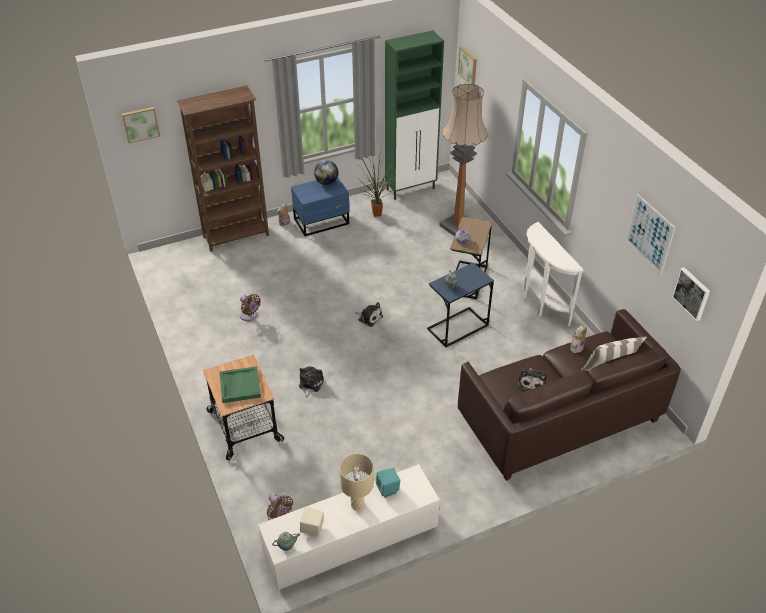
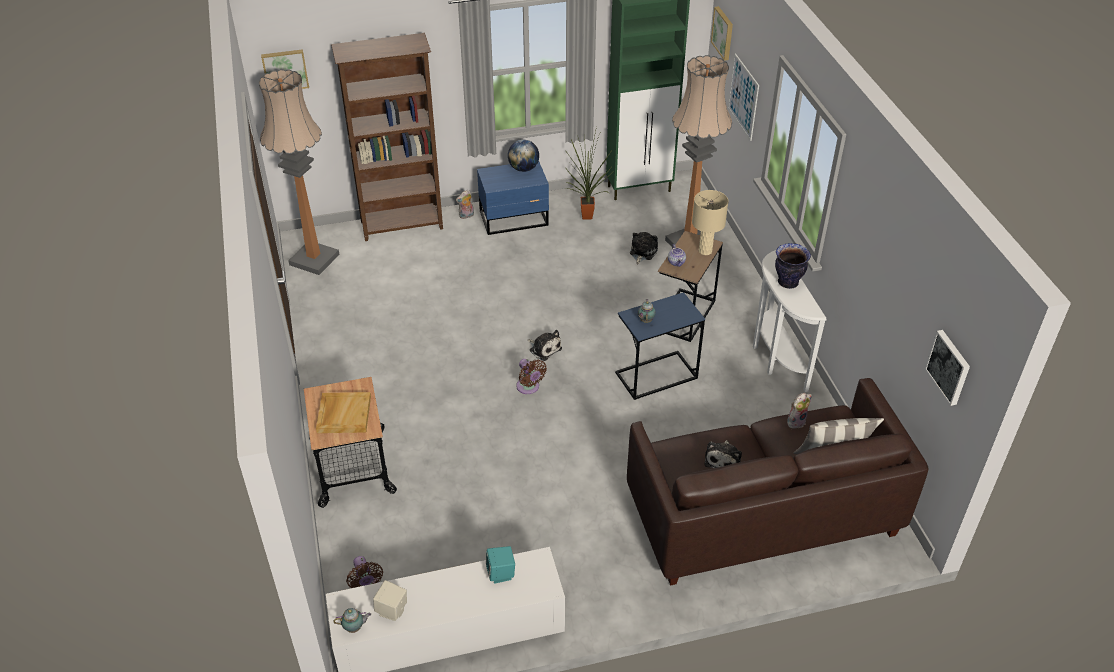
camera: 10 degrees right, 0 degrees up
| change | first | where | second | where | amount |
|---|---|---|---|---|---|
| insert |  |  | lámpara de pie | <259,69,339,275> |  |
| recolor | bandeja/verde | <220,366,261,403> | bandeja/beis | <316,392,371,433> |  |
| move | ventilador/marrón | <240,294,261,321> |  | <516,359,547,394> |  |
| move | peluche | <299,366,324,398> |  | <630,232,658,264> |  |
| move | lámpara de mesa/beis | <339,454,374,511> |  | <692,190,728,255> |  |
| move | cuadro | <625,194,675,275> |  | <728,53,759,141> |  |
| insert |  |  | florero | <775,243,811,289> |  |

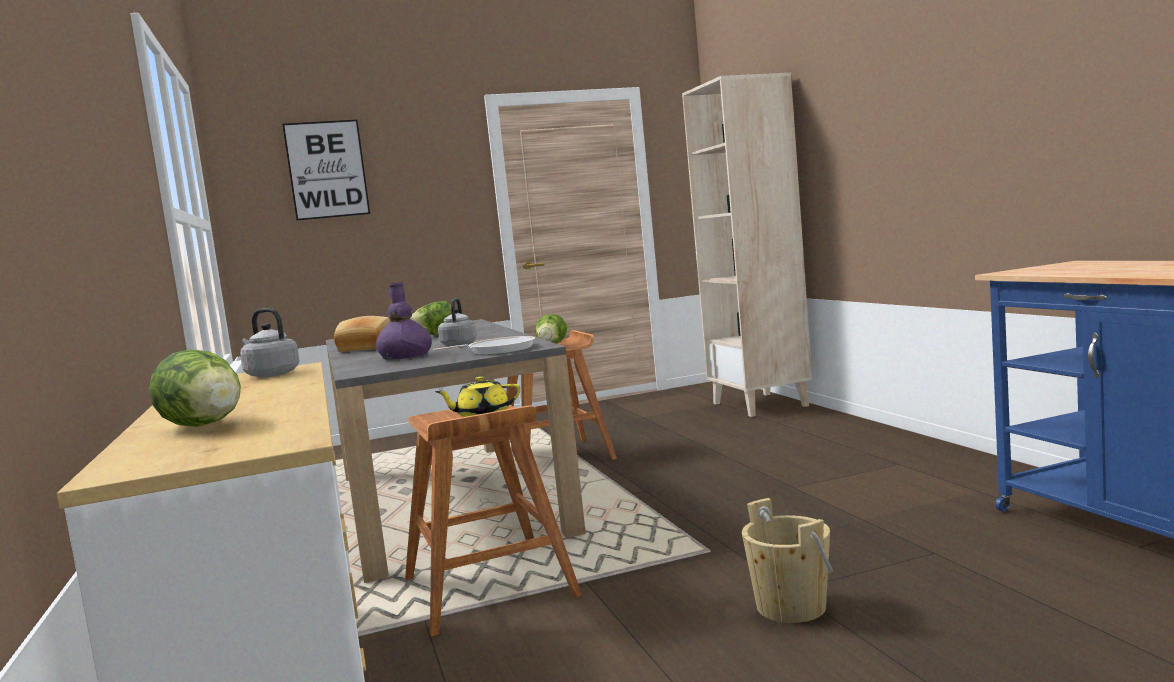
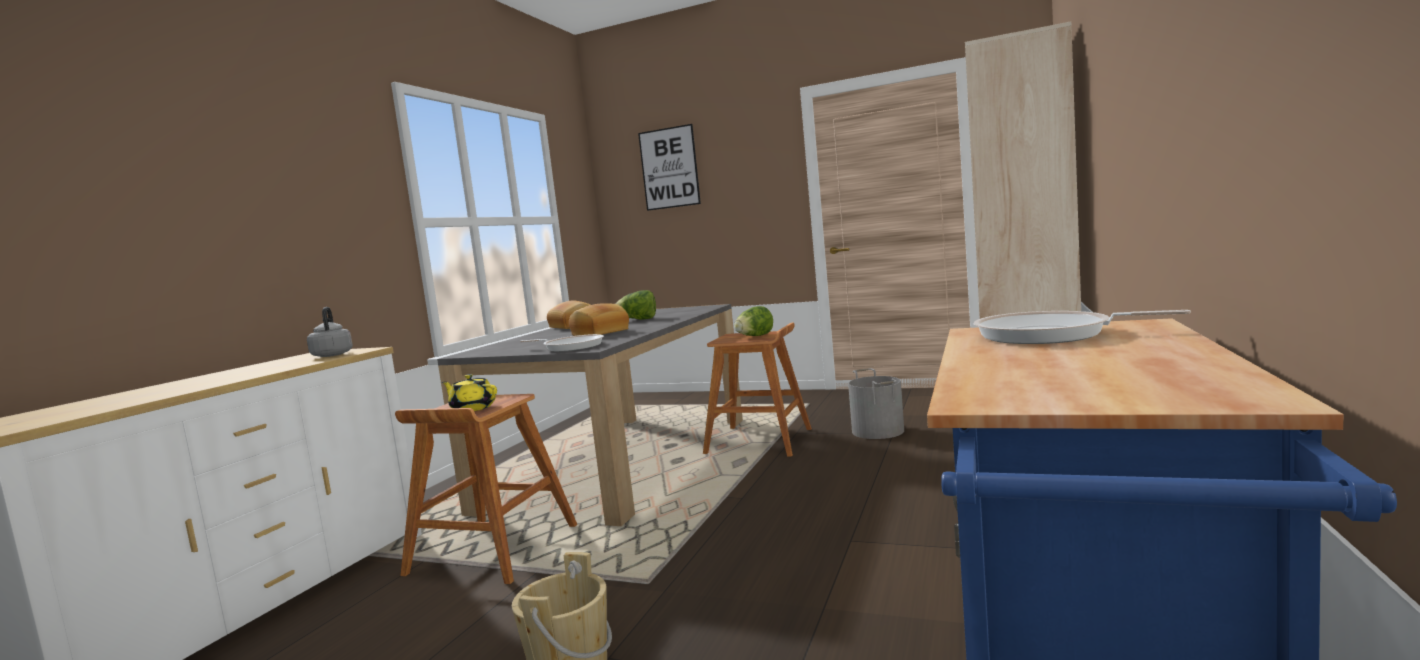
camera: 40 degrees right, 0 degrees up
| change | first | where | second | where | amount |
|---|---|---|---|---|---|
| replace | hervidor/gris | <438,298,477,346> | pan | <569,303,629,336> |  |
| insert |  |  | cubo/gris | <848,368,904,439> |  |
| insert |  |  | sartén | <974,310,1191,344> |  |
| delete | lechuga | <149,349,241,427> |  |  |  |
| delete | florero/morado | <376,282,432,360> |  |  |  |

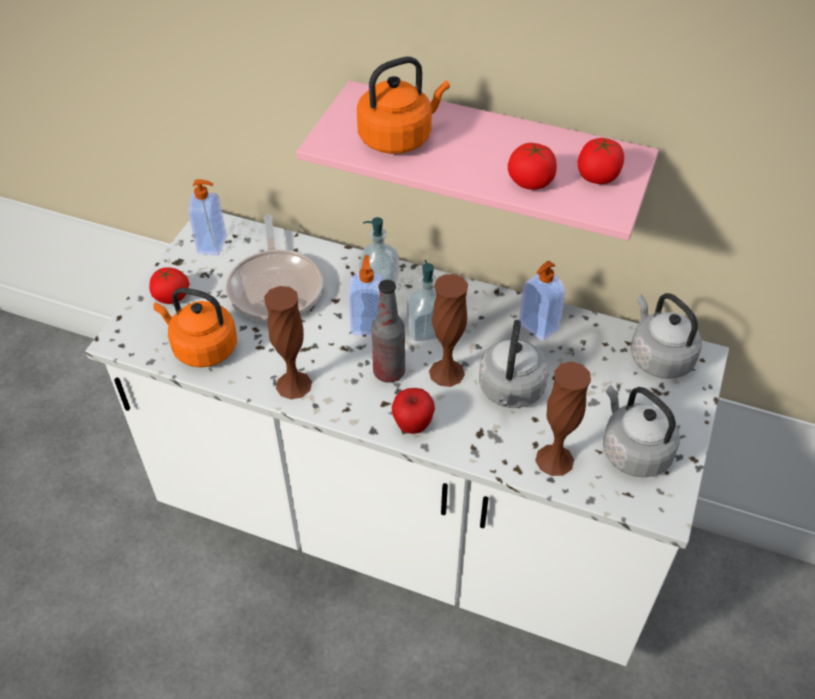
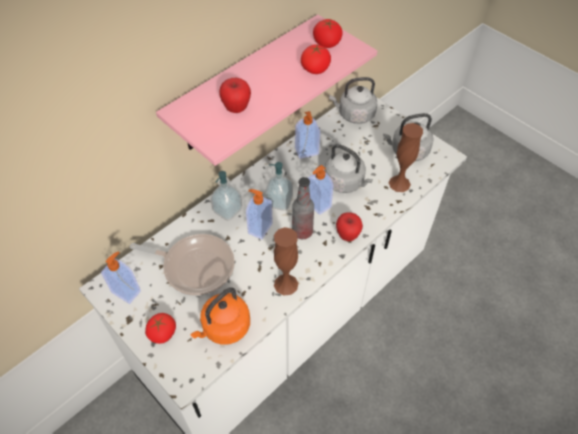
camera: 65 degrees left, 5 degrees up
| change | first | where | second | where | amount |
|---|---|---|---|---|---|
| replace | hervidor/naranja | <357,57,450,154> | manzana | <219,78,251,113> |  |
| replace | florero/marrón | <429,274,468,387> | dispensador de jabón | <308,165,334,215> |  |

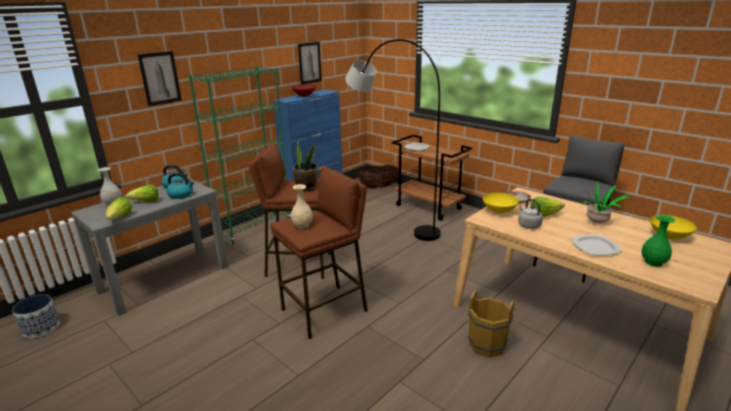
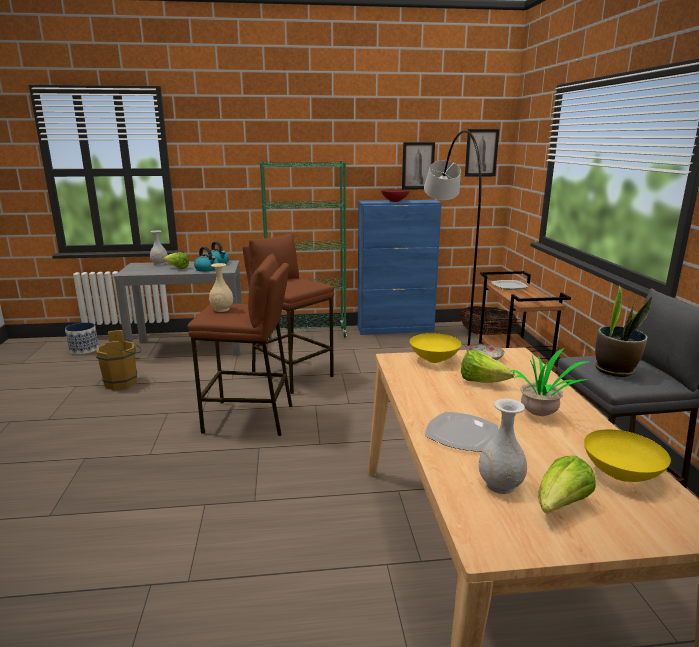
camera: 40 degrees right, 5 degrees down
| change | first | where | second | where | amount |
|---|---|---|---|---|---|
| move | cubo/marrón | <468,290,516,358> |  | <96,330,141,390> |  |
| move | cuadro | <138,51,182,106> |  | <465,129,499,177> |  |
| recolor | florero/verde | <642,215,675,267> | florero/blanco | <479,398,527,494> |  |
| move | lechuga | <106,197,132,220> |  | <538,456,596,514> |  |
| move | planta en maceta | <293,141,318,191> |  | <595,285,653,377> |  |
| delete | hervidor/gris | <518,199,543,229> |  |  |  |

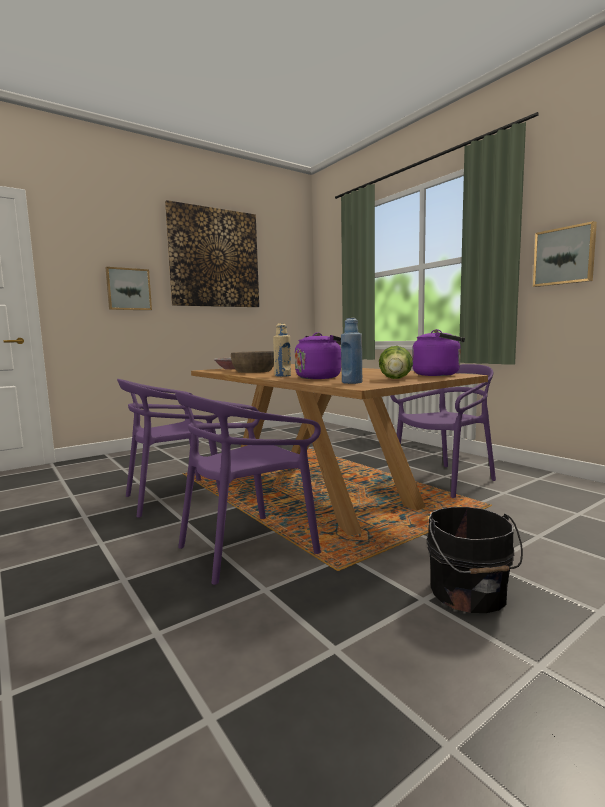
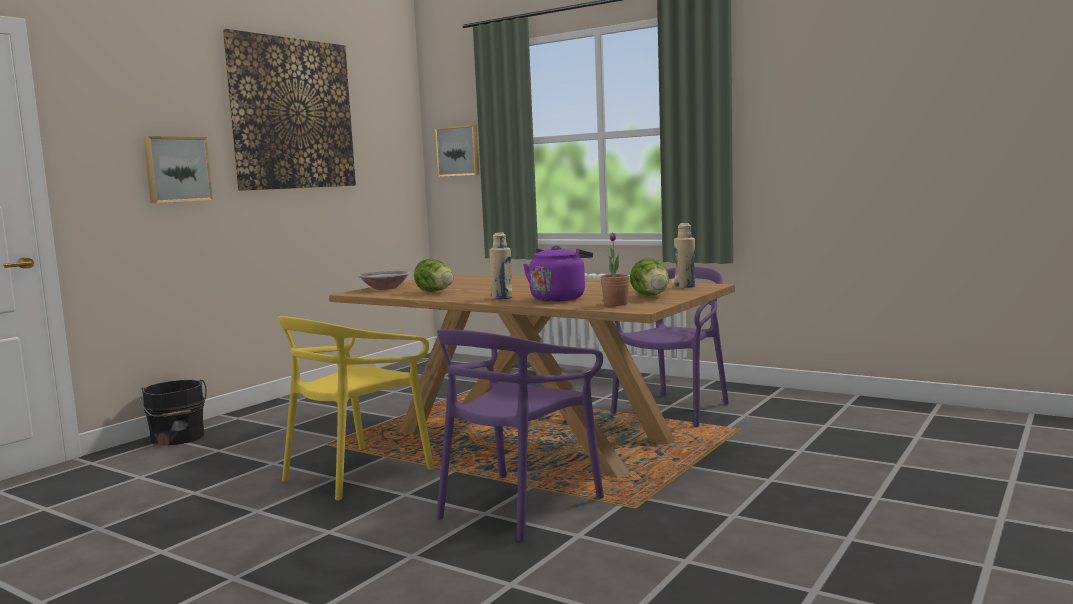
camera: 20 degrees left, 0 degrees up
| change | first | where | second | where | amount |
|---|---|---|---|---|---|
| move | cubo/negro | <427,507,523,613> |  | <139,379,206,446> |  |
| recolor | silla/morado | <117,379,220,518> | silla/amarillo | <278,316,434,501> |  |
| replace | cuenco/marrón | <231,351,274,373> | lechuga | <414,259,454,292> |  |
| move | cuadro | <533,221,597,287> |  | <435,125,479,177> |  |
| replace | botella/azul | <341,318,362,384> | planta en maceta | <601,233,629,306> |  |
| replace | hervidor/morado | <412,329,465,376> | botella/beis | <674,223,695,288> |  |

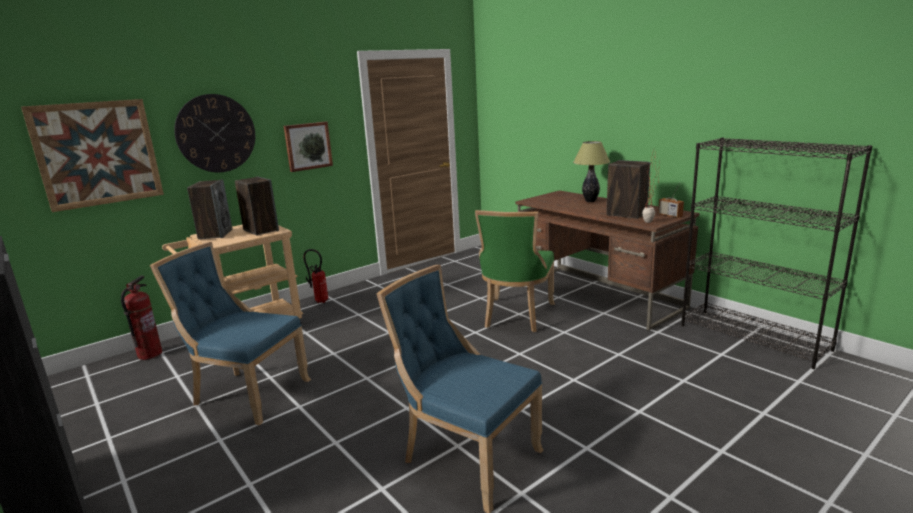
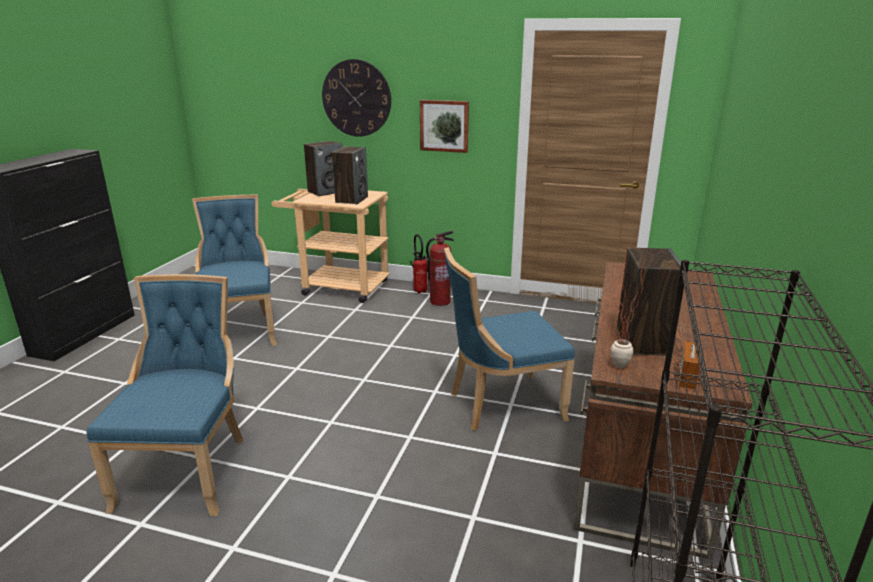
camera: 55 degrees right, 5 degrees up
| change | first | where | second | where | amount |
|---|---|---|---|---|---|
| move | extintor | <121,276,162,360> |  | <426,231,454,306> |  |
| recolor | silla/verde | <475,210,555,332> | silla/azul | <444,247,575,431> |  |
| delete | cuadro | <21,99,164,212> |  |  |  |
| delete | lámpara de mesa | <573,141,610,202> |  |  |  |

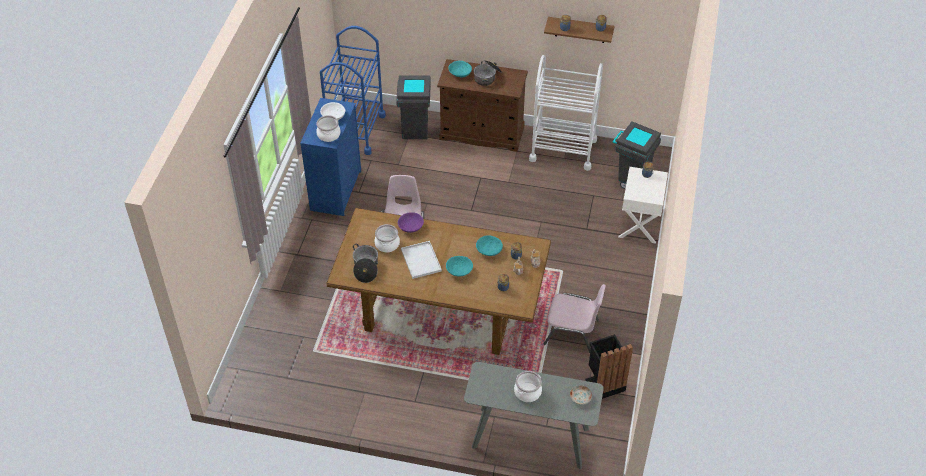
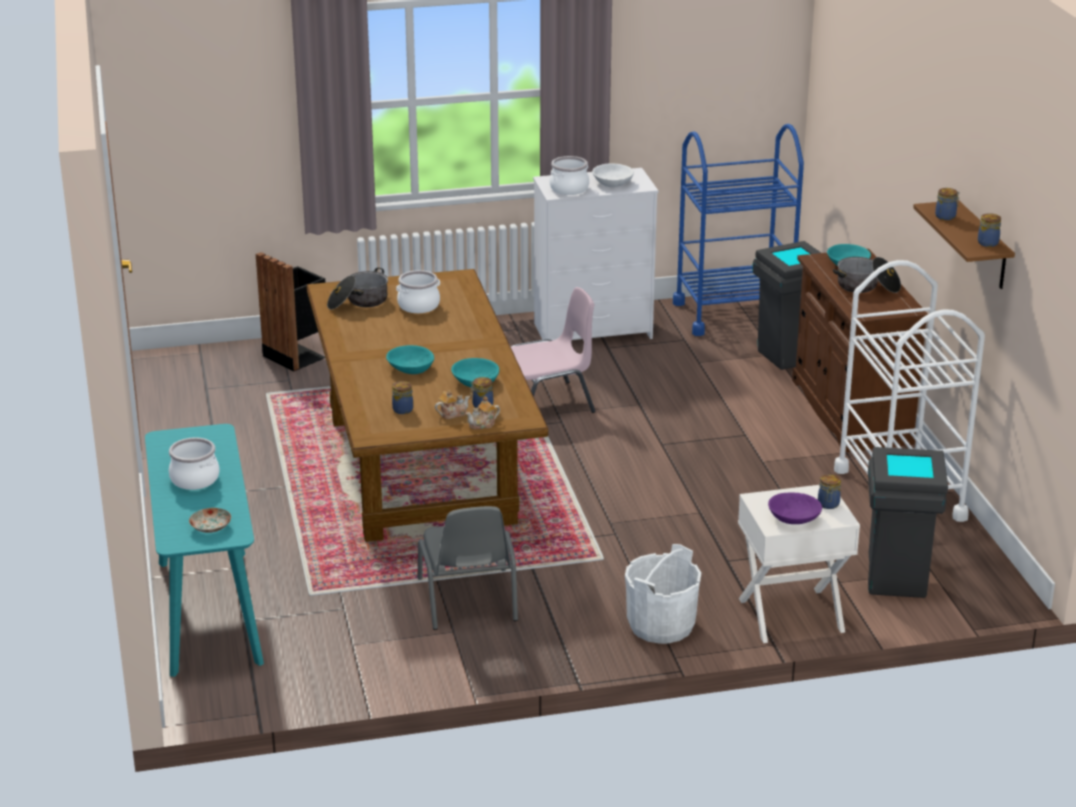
camera: 65 degrees right, 20 degrees down
| change | first | where | second | where | amount |
|---|---|---|---|---|---|
| recolor | mesa consola/gris | <464,362,604,469> | mesa consola/turquesa | <145,424,264,677> |  |
| move | papelera/negro | <585,334,633,399> |  | <256,252,325,372> |  |
| recolor | silla/rosa | <543,284,606,353> | silla/gris | <418,506,518,630> |  |
| recolor | cómoda/azul | <300,98,361,216> | cómoda/blanco | <533,168,658,341> |  |
| insert |  |  | cubo/blanco | <625,544,701,644> |  |
| move | cuenco/morado | <398,212,424,233> |  | <768,492,822,524> |  |
| delete | bandeja/blanco | <401,241,442,279> |  |  |  |

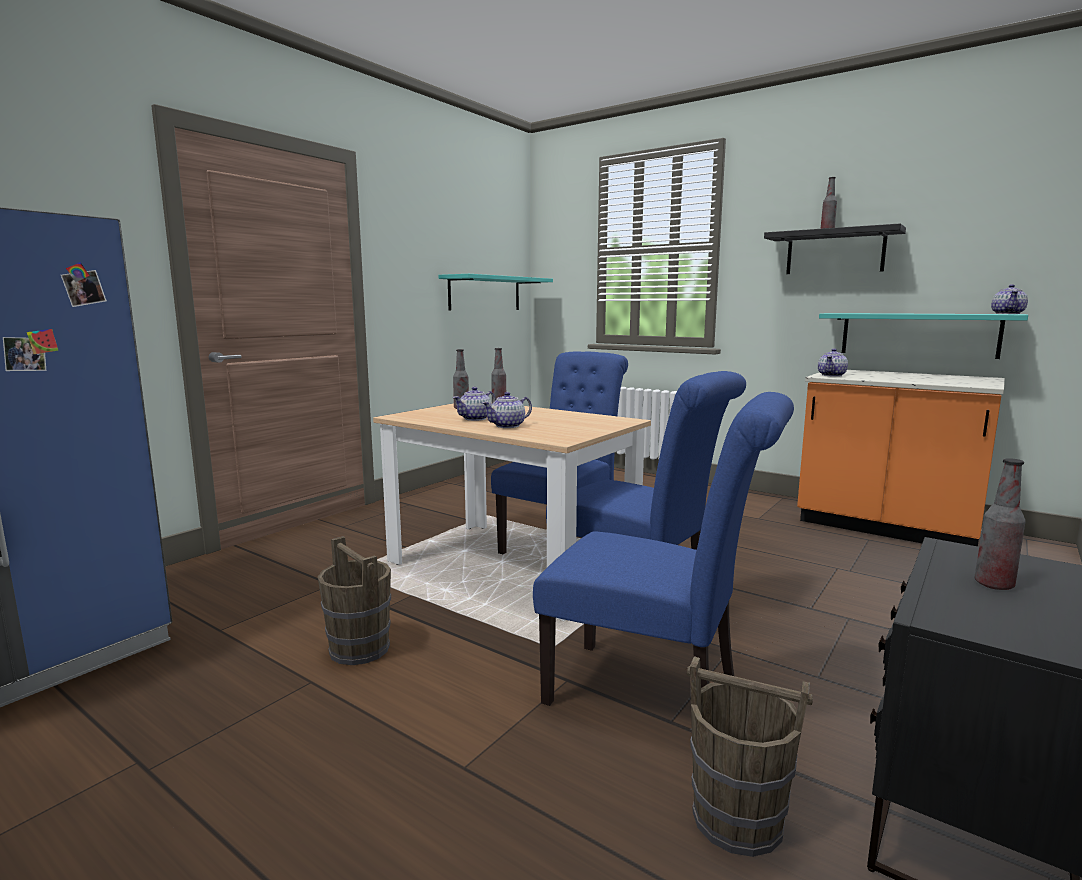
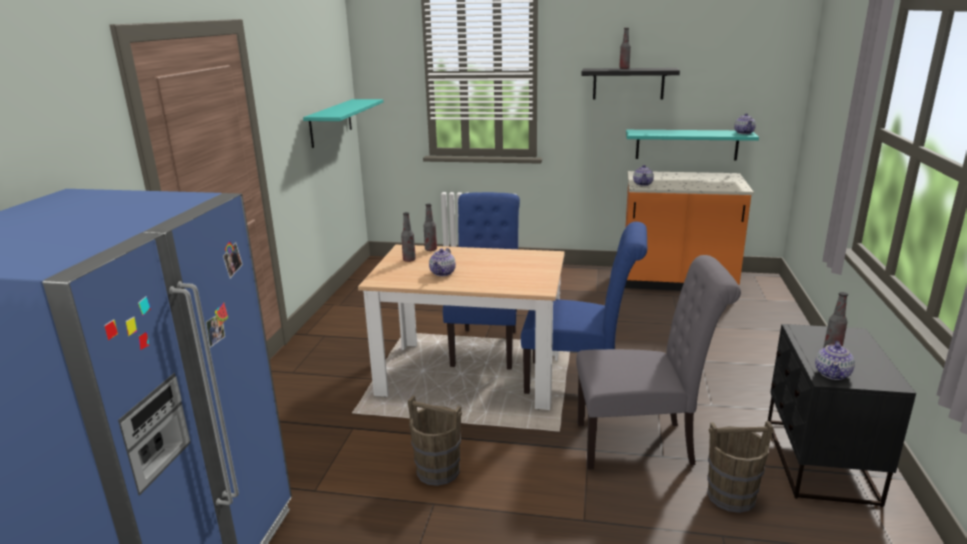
camera: 25 degrees left, 10 degrees up
| change | first | where | second | where | amount |
|---|---|---|---|---|---|
| recolor | silla/azul | <533,392,794,706> | silla/gris | <576,255,741,469> |  |
| move | tetera | <482,392,532,428> |  | <815,341,855,380> |  |

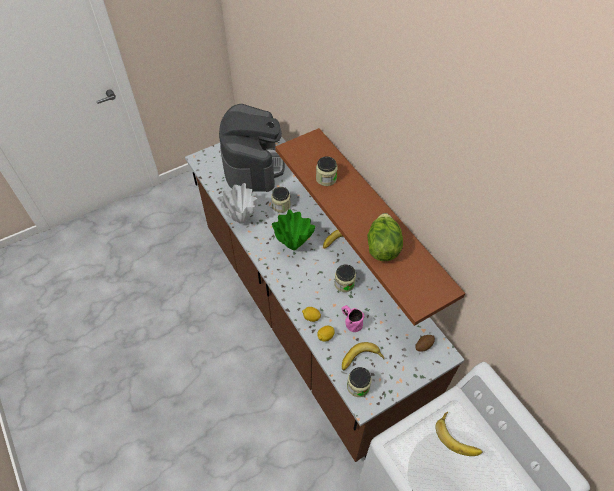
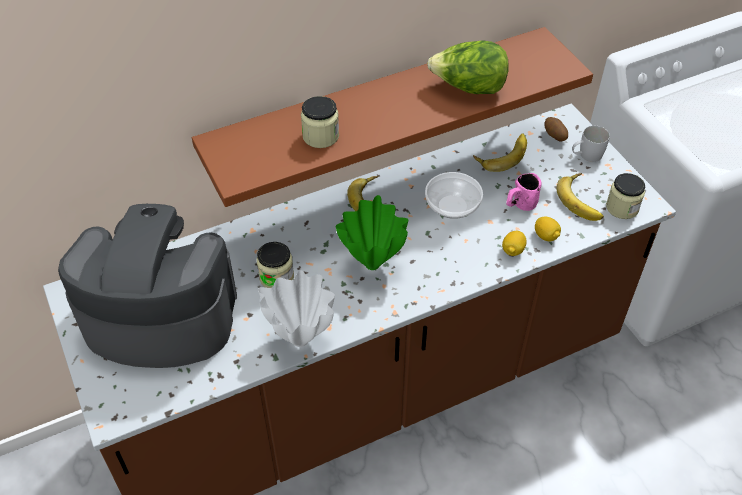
camera: 85 degrees left, 5 degrees down
| change | first | where | second | where | amount |
|---|---|---|---|---|---|
| replace | tarro | <334,265,356,292> | cuenco | <425,172,483,219> |  |
| move | plátano | <435,412,483,456> |  | <473,133,527,172> |  |
| insert |  |  | taza grande/blanco | <572,126,610,162> |  |

